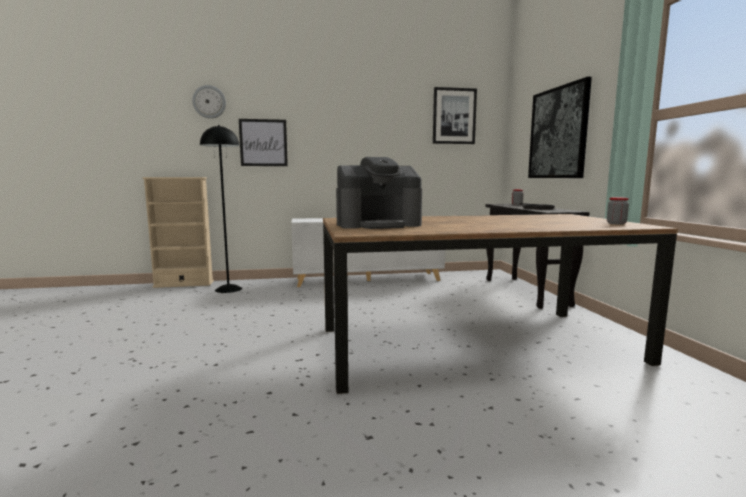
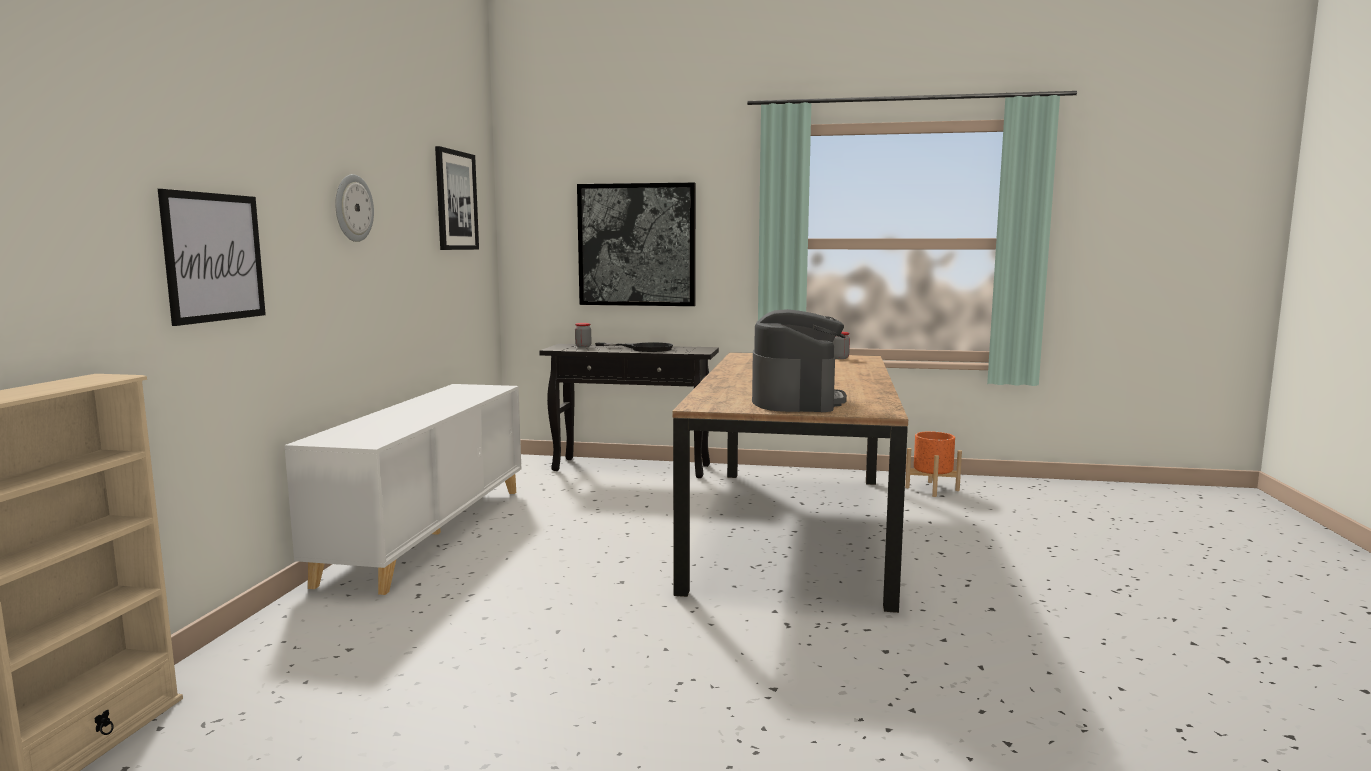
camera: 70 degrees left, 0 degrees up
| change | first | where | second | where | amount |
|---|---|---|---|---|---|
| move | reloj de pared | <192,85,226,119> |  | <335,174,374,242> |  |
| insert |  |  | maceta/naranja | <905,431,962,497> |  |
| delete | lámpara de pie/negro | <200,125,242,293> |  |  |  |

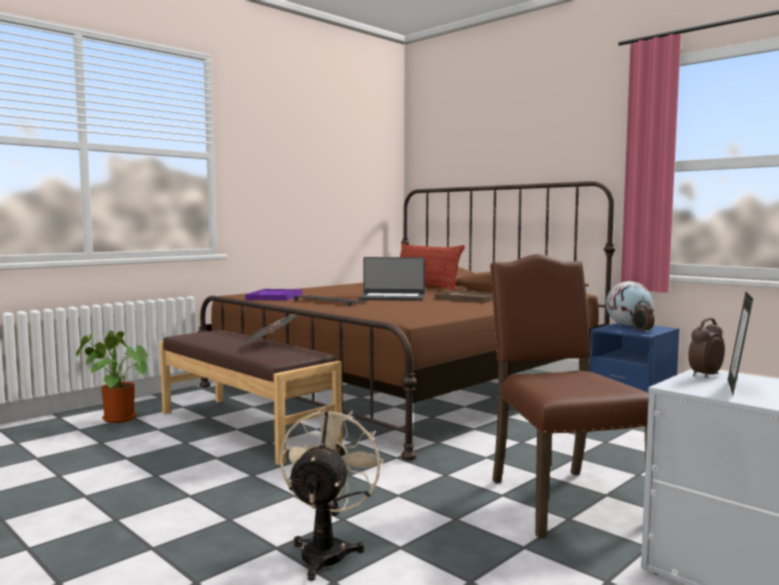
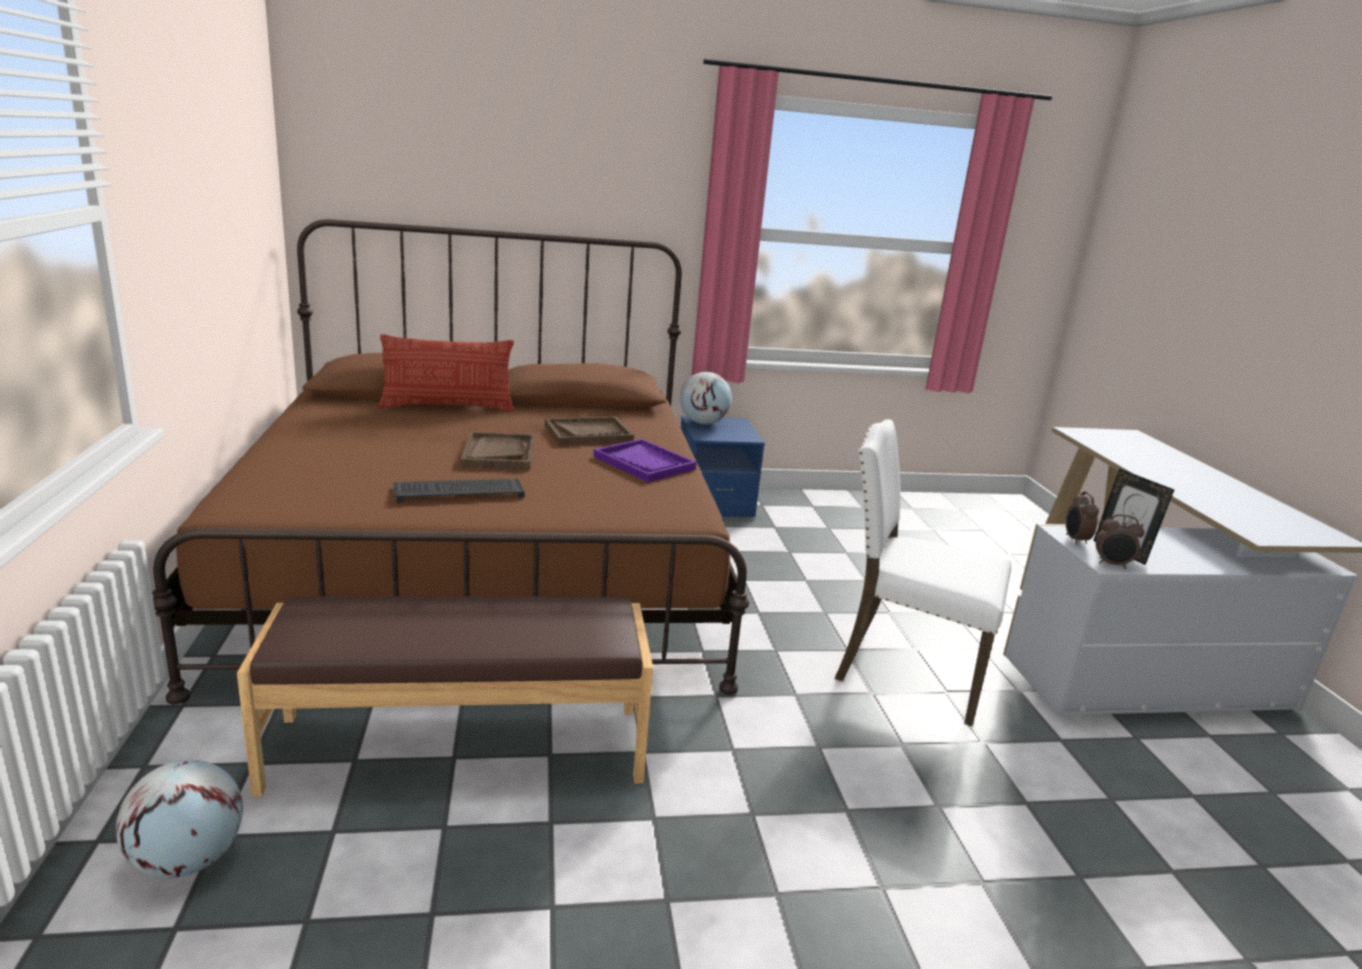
camera: 55 degrees left, 15 degrees up
| change | first | where | second | where | amount |
|---|---|---|---|---|---|
| replace | planta en maceta | <76,330,150,423> | globo terráqueo | <116,760,243,878> |  |
| replace | portátil | <358,257,425,301> | bandeja/marrón | <461,432,535,470> |  |
| move | bandeja/morado | <245,289,302,301> |  | <593,439,697,482> |  |
| recolor | silla/marrón | <490,254,649,538> | silla/blanco | <834,419,1011,726> |  |
| move | despertador | <632,300,655,333> |  | <1096,514,1144,569> |  |
| delete | periódico | <242,314,297,343> |  |  |  |
| delete | ventilador/beis | <280,407,384,581> |  |  |  |

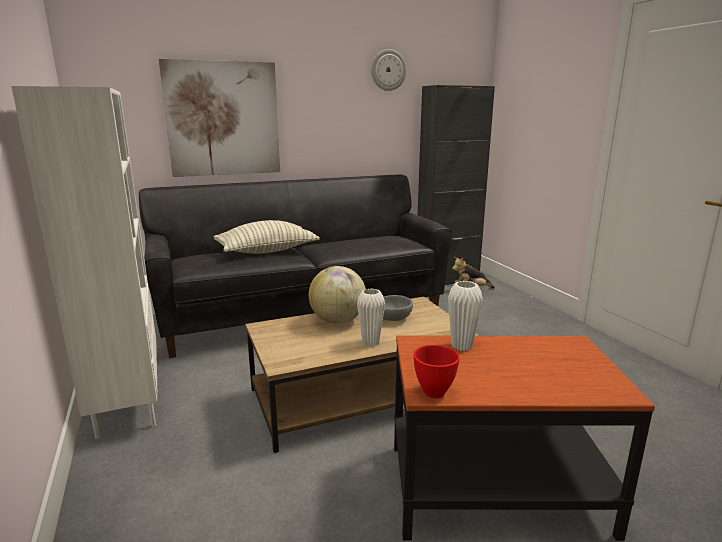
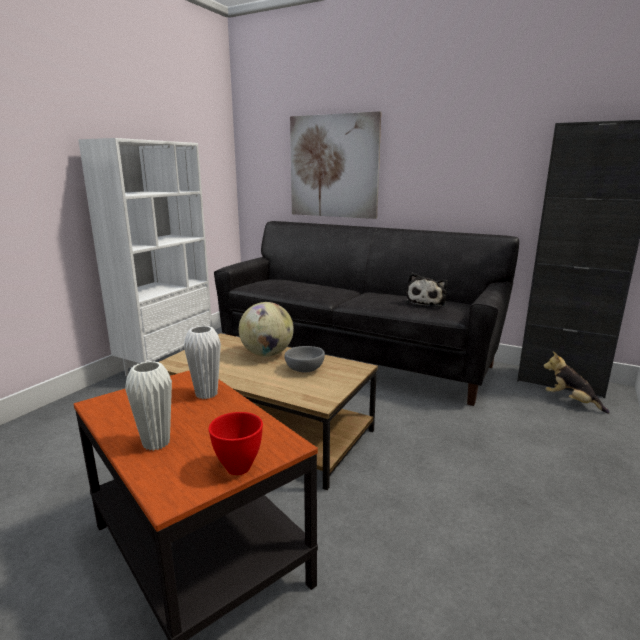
camera: 50 degrees right, 0 degrees up
| change | first | where | second | where | amount |
|---|---|---|---|---|---|
| move | florero/blanco | <357,289,385,346> |  | <125,361,172,451> |  |
| move | cuenco/rojo | <413,345,460,398> |  | <209,412,263,475> |  |
| insert |  |  | peluche | <406,273,448,307> |  |
| delete | cojín | <213,220,320,254> |  |  |  |
| delete | reloj de pared | <371,49,406,91> |  |  |  |

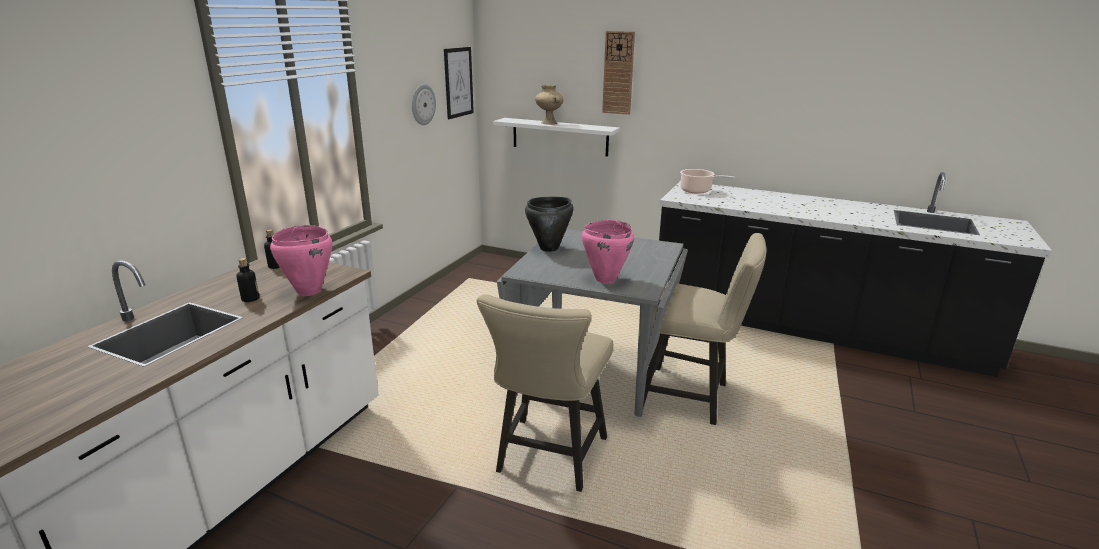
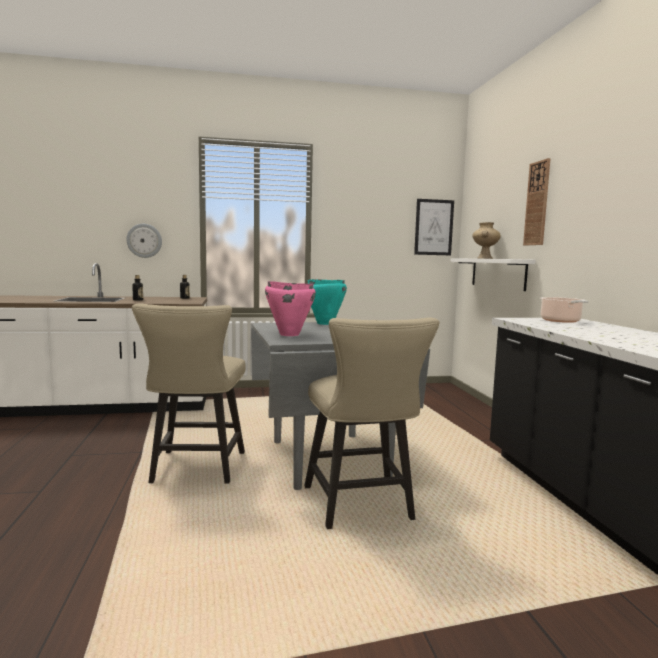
camera: 55 degrees right, 15 degrees down
| change | first | where | second | where | amount |
|---|---|---|---|---|---|
| move | reloj de pared | <412,84,436,125> |  | <126,224,162,258> |  |
| rotate | silla/beis | <477,294,613,492> |  | <132,303,246,484> | 75 degrees counterclockwise |
| recolor | olla/negro | <525,197,574,252> | olla/turquesa | <308,279,347,325> |  |
| delete | olla/rosa | <270,225,332,296> |  |  |  |

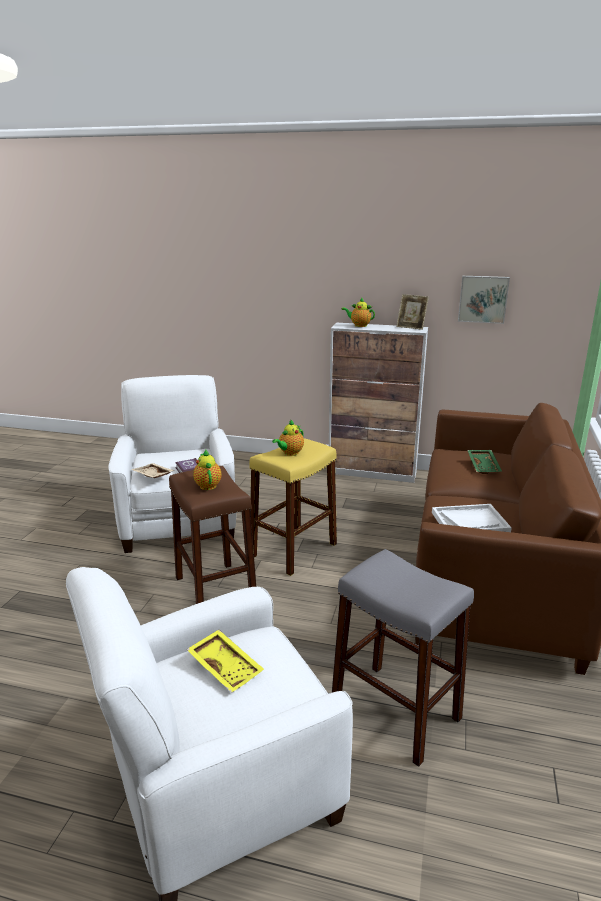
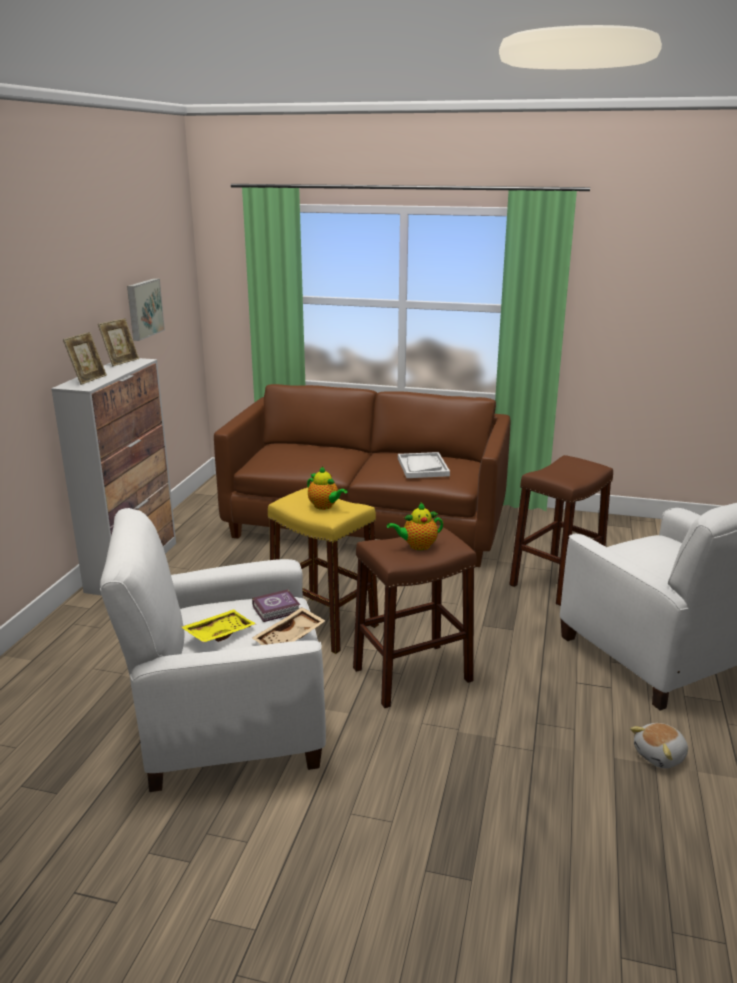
camera: 90 degrees left, 0 degrees up
| change | first | where | second | where | amount |
|---|---|---|---|---|---|
| replace | tetera | <341,297,375,327> | portarretratos | <63,332,107,385> |  |
| move | bandeja/amarillo | <187,630,264,693> |  | <181,609,256,643> |  |
| recolor | taburete/gris | <332,549,474,767> | taburete/marrón | <509,455,613,606> |  |
| insert |  |  | peluche | <630,723,688,768> |  |
| delete | bandeja/verde | <467,450,502,474> |  |  |  |

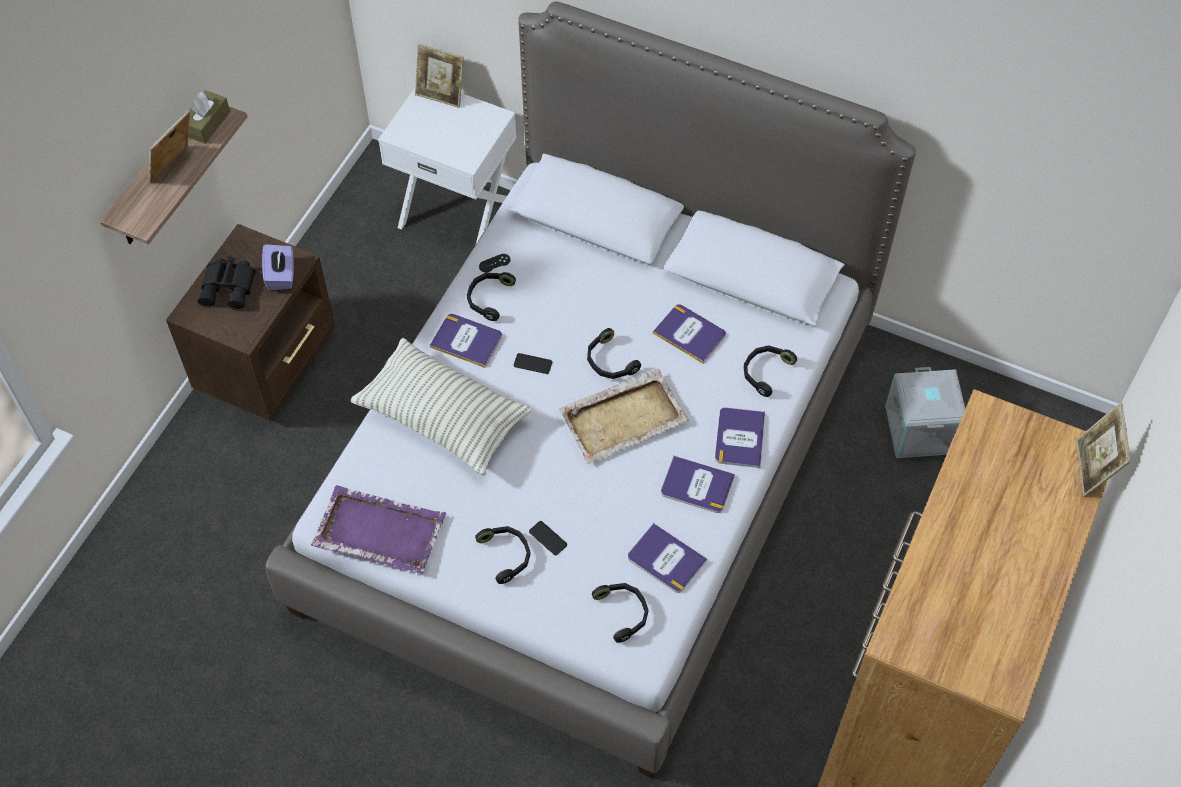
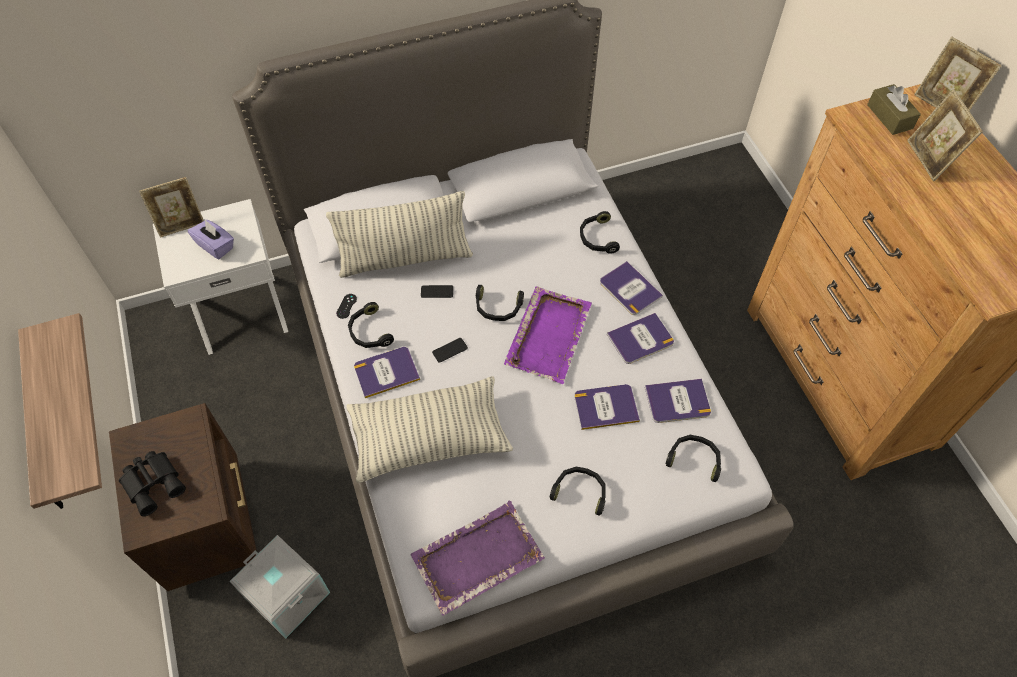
camera: 45 degrees left, 0 degrees up
| change | first | where | second | where | amount |
|---|---|---|---|---|---|
| move | caja de pañuelos/morado | <262,244,294,291> |  | <188,220,234,260> |  |
| move | caja de almacenaje/gris | <885,367,965,458> |  | <230,535,330,639> |  |
| insert |  |  | cojín | <326,191,473,278> |  |
| move | móvil | <529,521,567,555> |  | <421,285,453,298> |  |
| recolor | bandeja/beis | <559,368,689,465> | bandeja/morado | <504,286,592,384> |  |
| move | libro | <653,304,726,363> |  | <574,384,640,430> |  |
| move | caja de pañuelos/marrón | <188,90,230,144> |  | <867,84,921,135> |  |
| move | portarretratos | <148,110,190,183> |  | <907,89,983,181> |  |

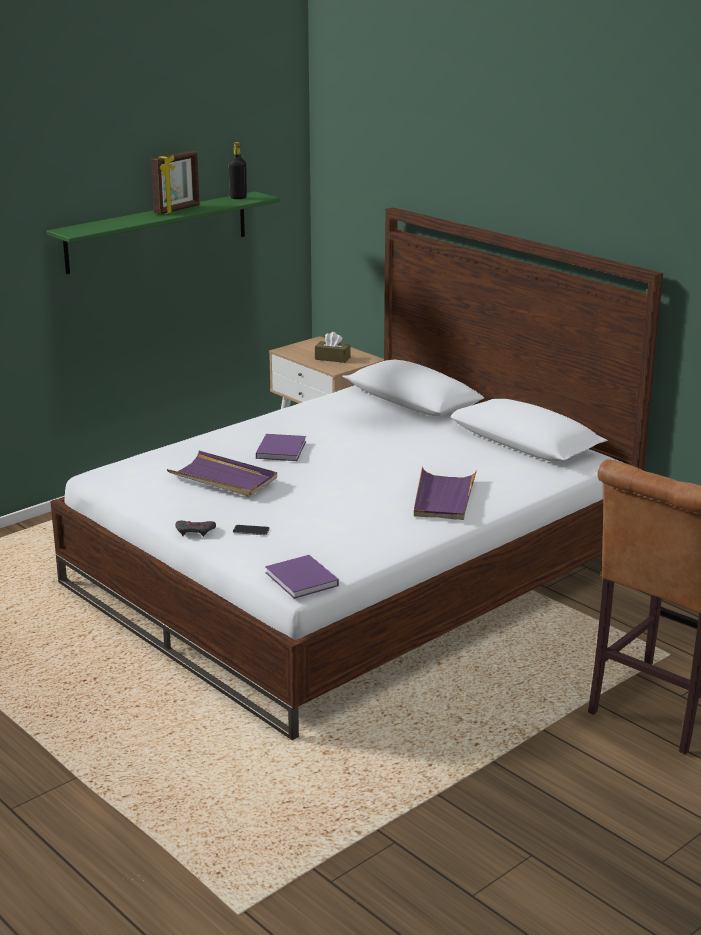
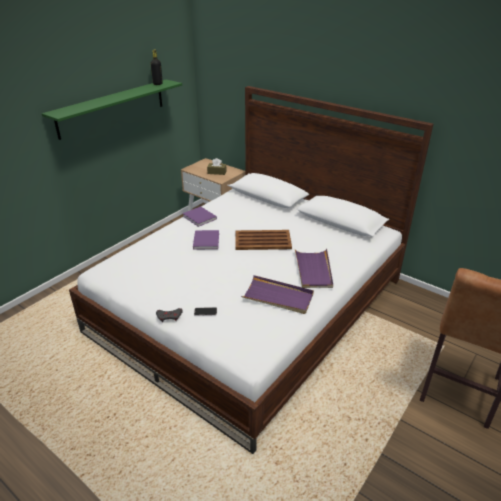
camera: 10 degrees left, 10 degrees up
| change | first | where | second | where | amount |
|---|---|---|---|---|---|
| move | libro/morado | <265,555,339,599> |  | <182,206,217,227> |  |
| insert |  |  | bandeja/marrón | <235,230,292,250> |  |
| move | bandeja/morado | <167,451,277,497> |  | <241,275,314,314> |  |
| delete | portarretratos | <151,151,200,214> |  |  |  |

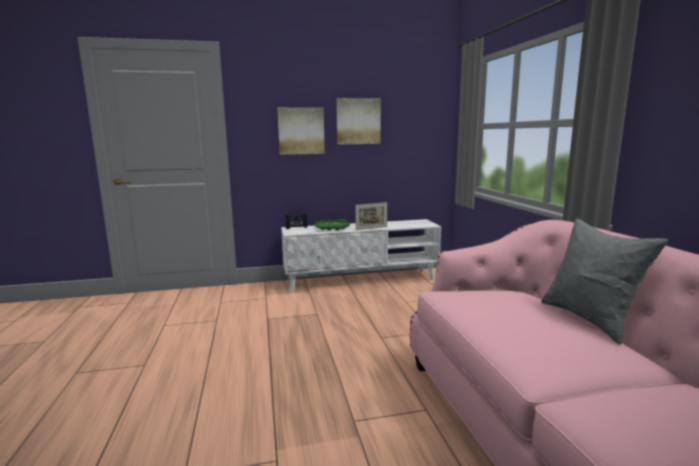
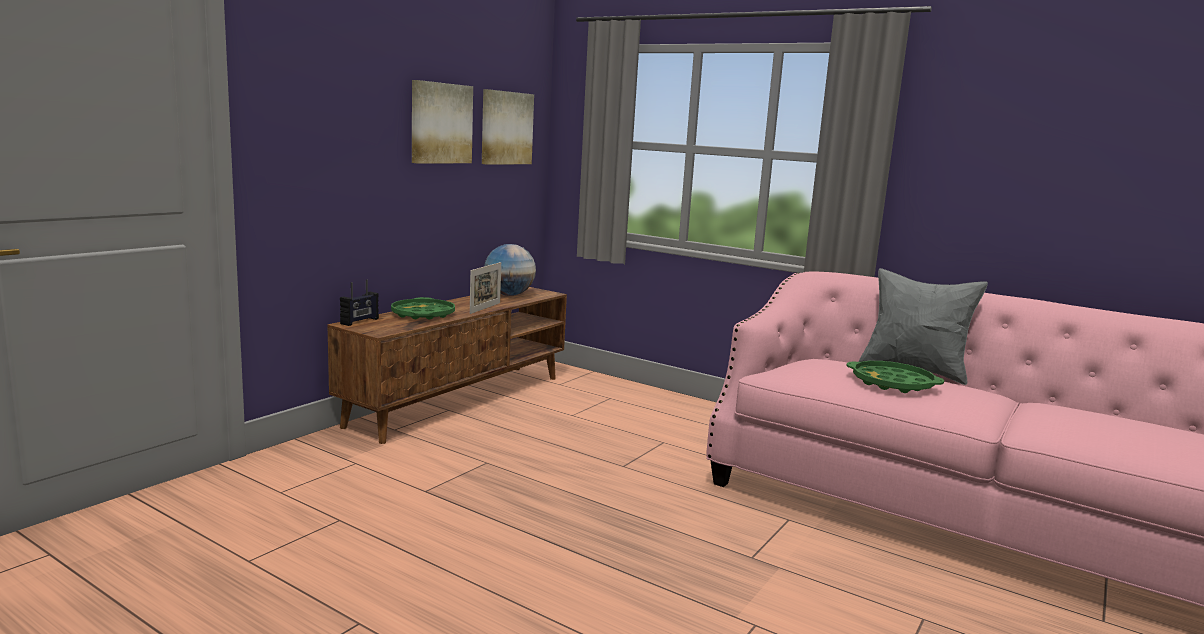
camera: 45 degrees left, 0 degrees up
| change | first | where | second | where | amount |
|---|---|---|---|---|---|
| recolor | mueble de televisión/blanco | <281,219,441,293> | mueble de televisión/marrón | <327,287,567,444> |  |
| move | cuadro | <277,107,325,155> |  | <482,89,534,164> |  |
| insert |  |  | globo terráqueo | <484,244,536,296> |  |
| insert |  |  | bandeja/verde | <846,361,944,393> |  |

